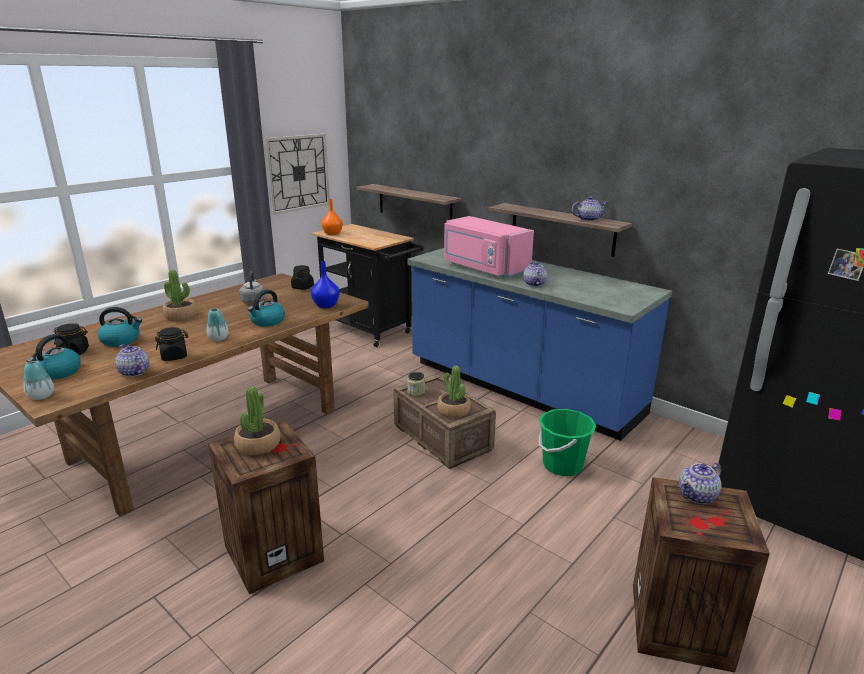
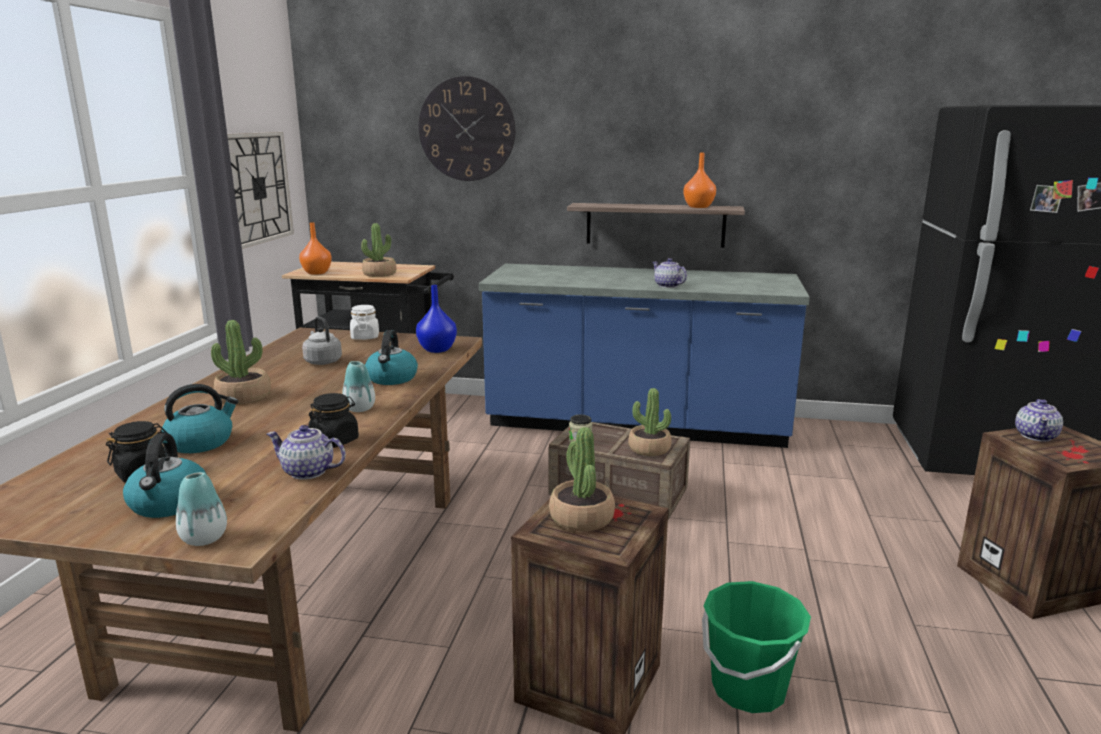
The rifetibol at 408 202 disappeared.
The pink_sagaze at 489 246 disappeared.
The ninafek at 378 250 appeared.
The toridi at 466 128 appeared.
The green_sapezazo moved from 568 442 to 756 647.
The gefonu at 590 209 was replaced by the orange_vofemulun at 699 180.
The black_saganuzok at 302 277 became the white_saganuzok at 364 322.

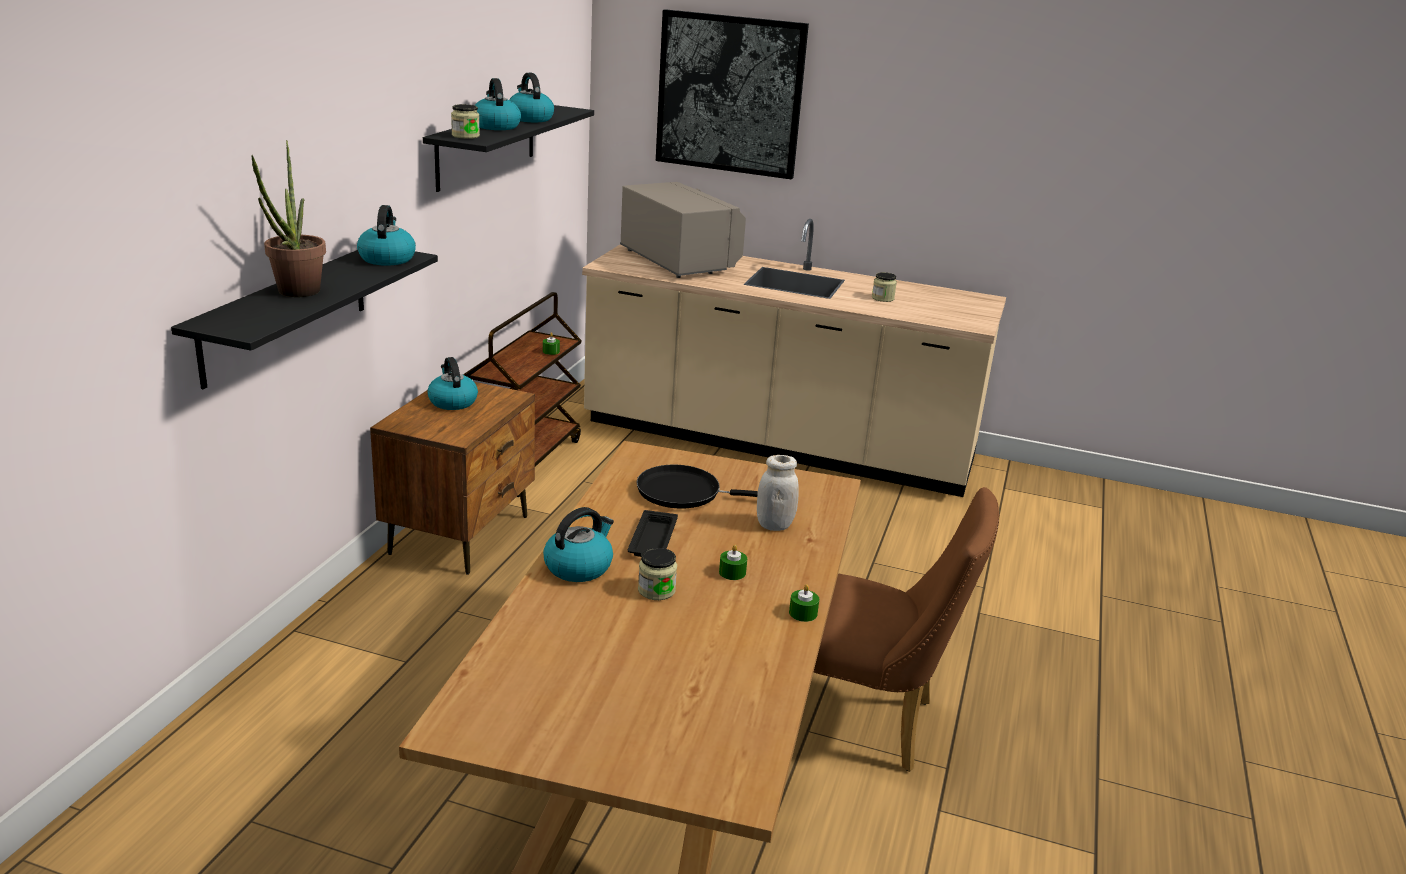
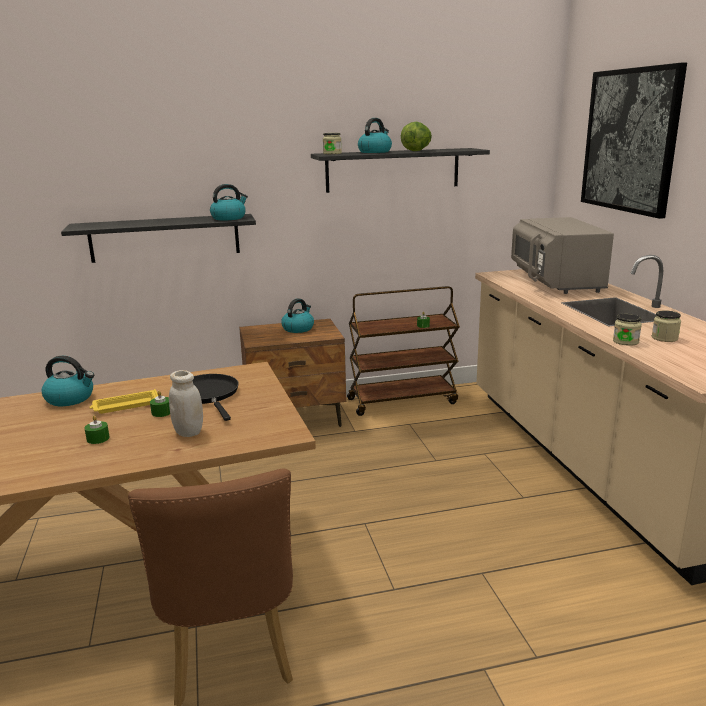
The ninafek at 288 218 disappeared.
The saganuzok moved from 657 574 to 627 330.
The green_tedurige moved from 804 603 to 160 404.
The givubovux at 531 97 was replaced by the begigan at 416 136.
The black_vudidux at 653 533 became the yellow_vudidux at 123 401.
The grey_sagaze at 683 230 turned 150 degrees clockwise.

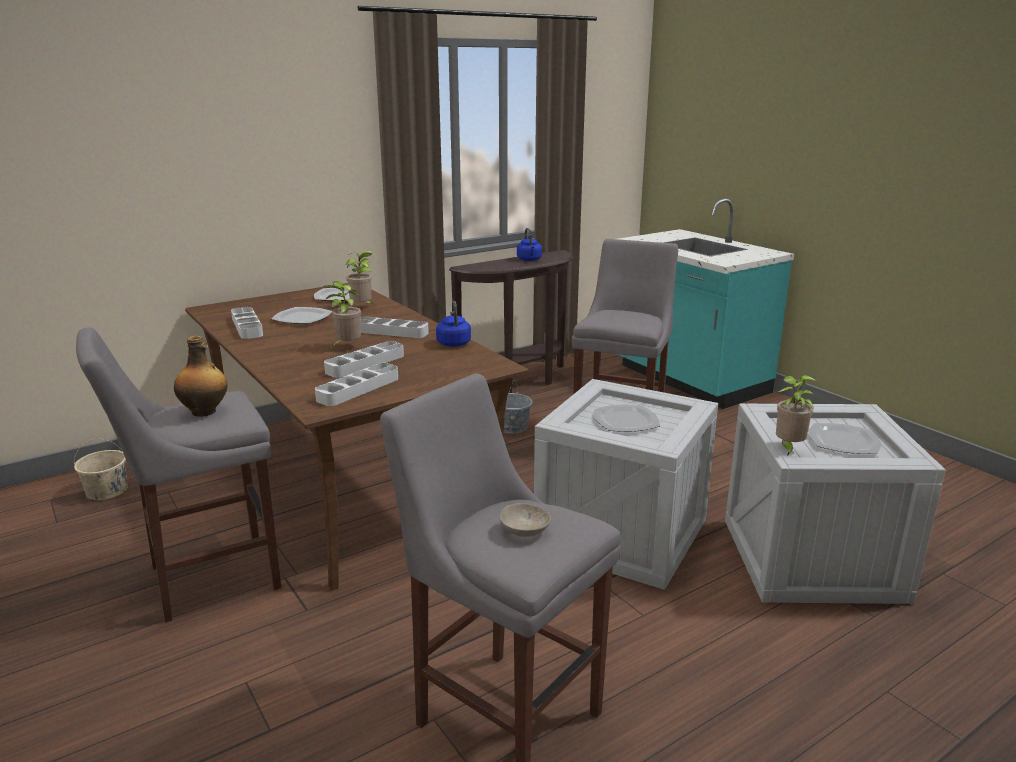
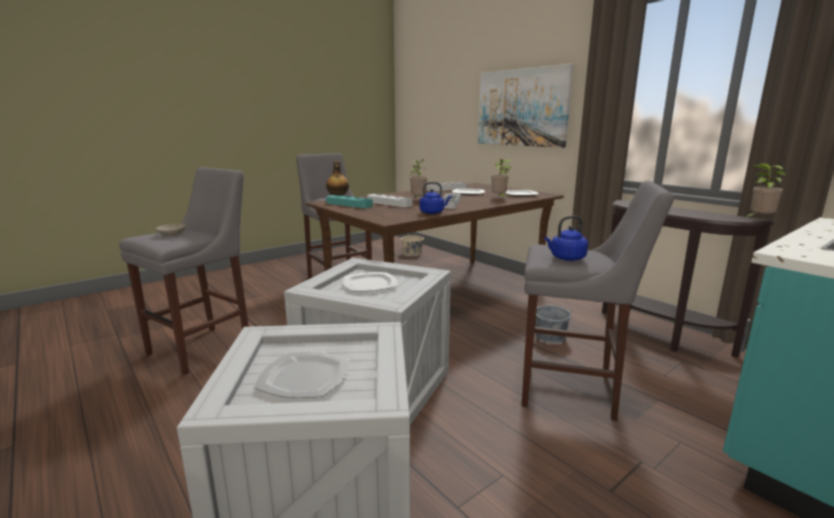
The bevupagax at 525 106 appeared.
The blue_givubovux moved from 529 244 to 566 238.
The ninafek moved from 796 415 to 764 191.
The grey_vudidux at 356 384 became the turquoise_vudidux at 349 201.

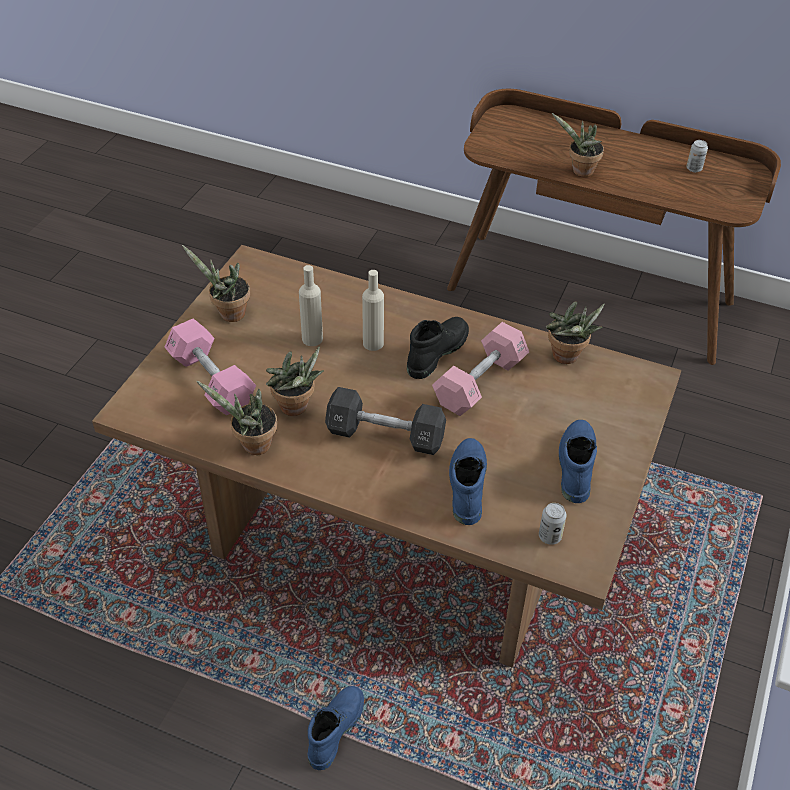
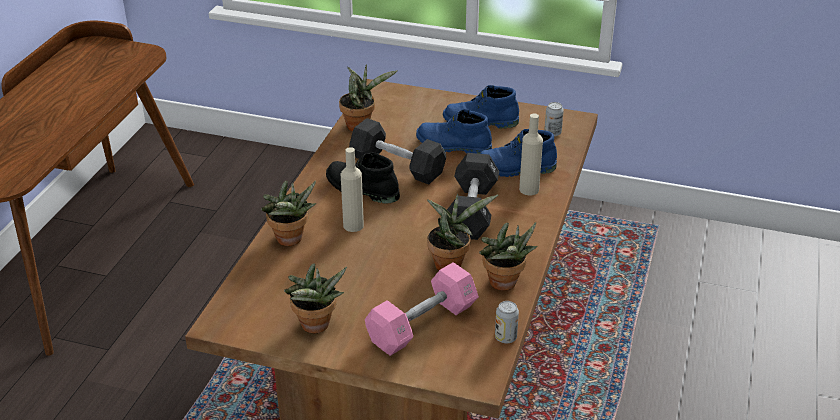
The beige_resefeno moved from 311 305 to 531 154.
The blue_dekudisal moved from 336 728 to 454 131.
The ninafek moved from 578 145 to 288 213.
The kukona moved from 697 156 to 507 322.
The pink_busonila at 480 369 became the black_busonila at 397 151.

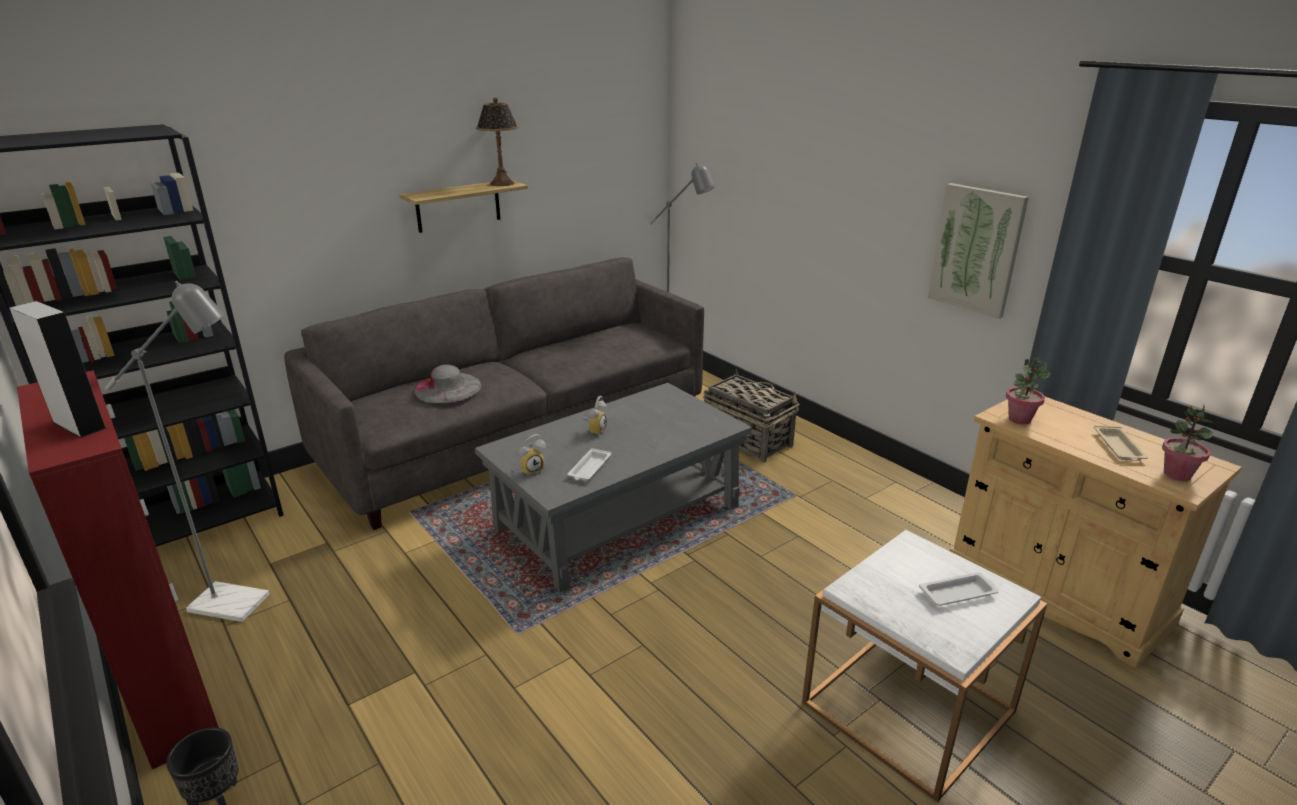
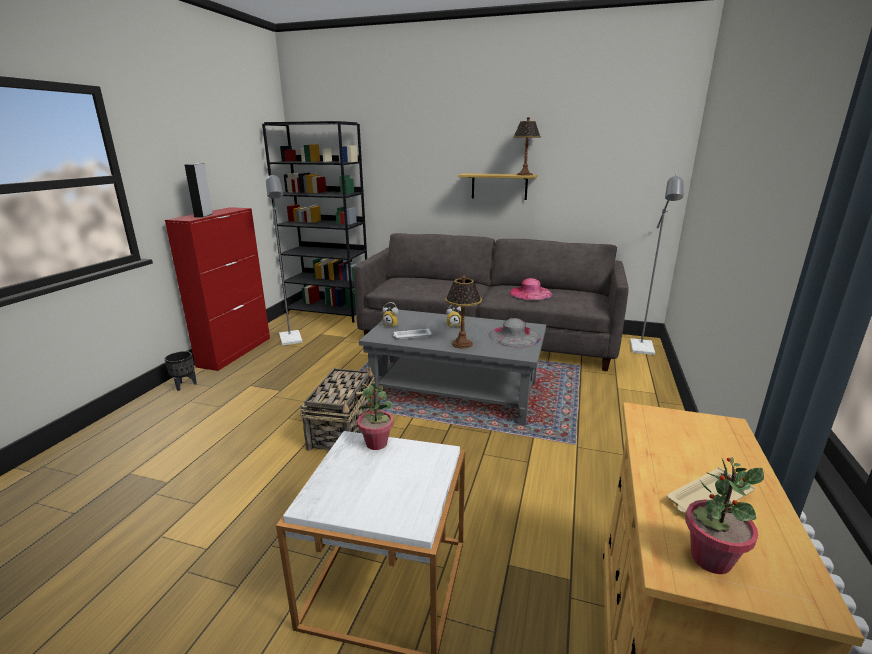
The white_vudidux at 959 589 disappeared.
The bevupagax at 978 251 disappeared.
The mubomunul at 463 311 appeared.
The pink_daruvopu at 531 289 appeared.
The grey_daruvopu moved from 448 383 to 514 332.
The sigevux moved from 751 416 to 337 408.
The ninafek moved from 1028 390 to 375 416.

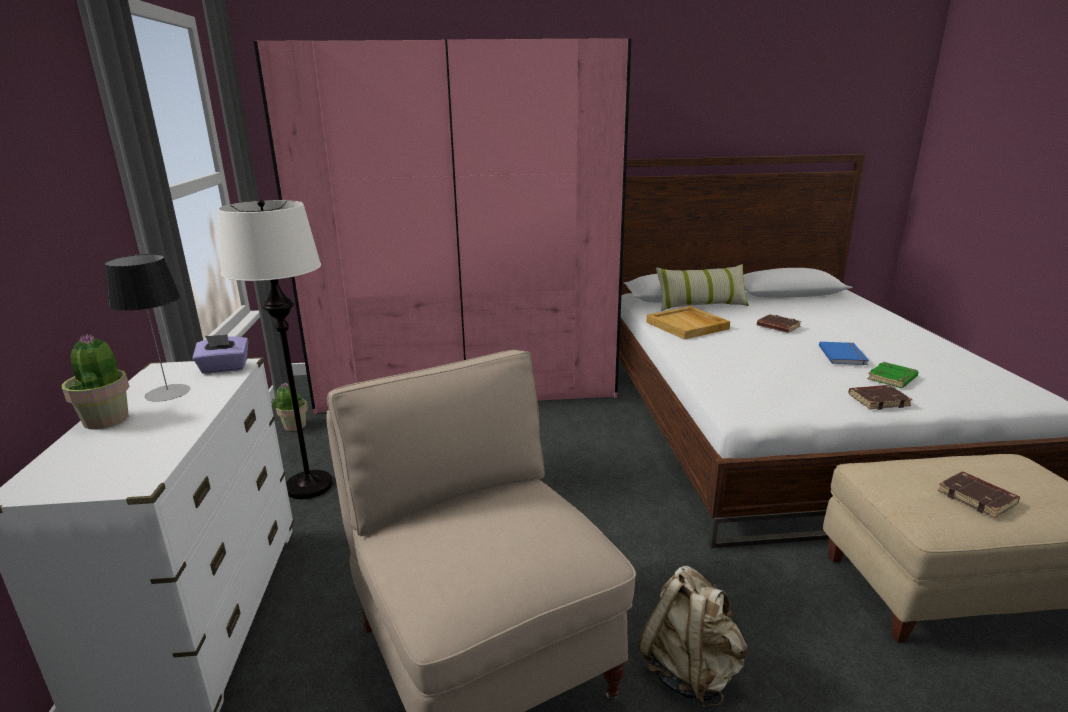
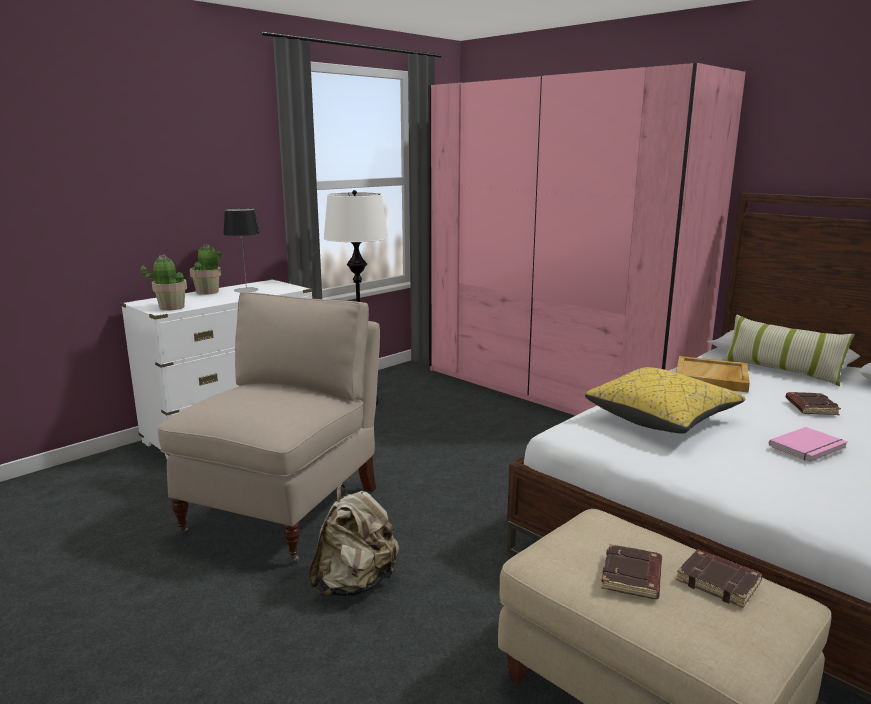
The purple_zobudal at 220 354 disappeared.
The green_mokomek at 893 375 disappeared.
The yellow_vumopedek at 665 400 appeared.
The ninafek moved from 289 407 to 164 282.
The brown_mokomek moved from 880 397 to 719 578.
The blue_mokomek at 844 353 became the pink_mokomek at 807 444.

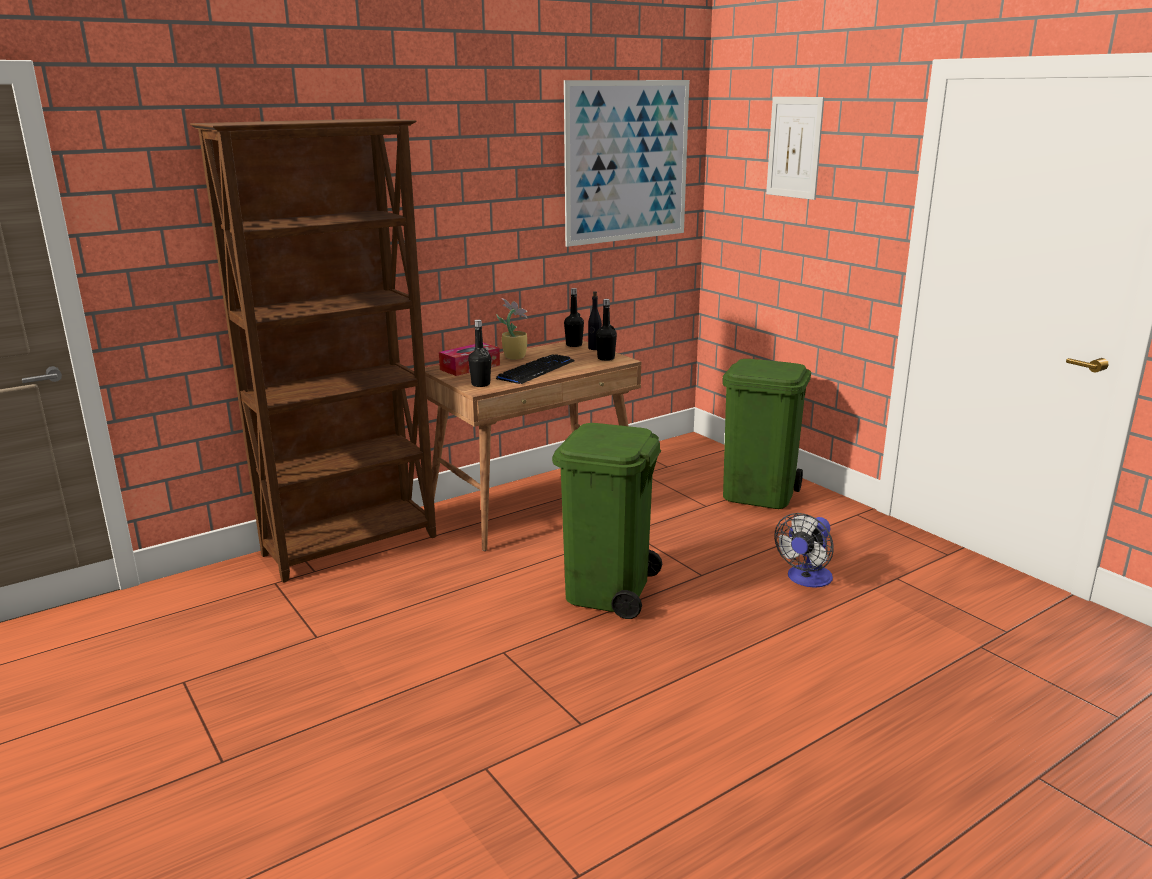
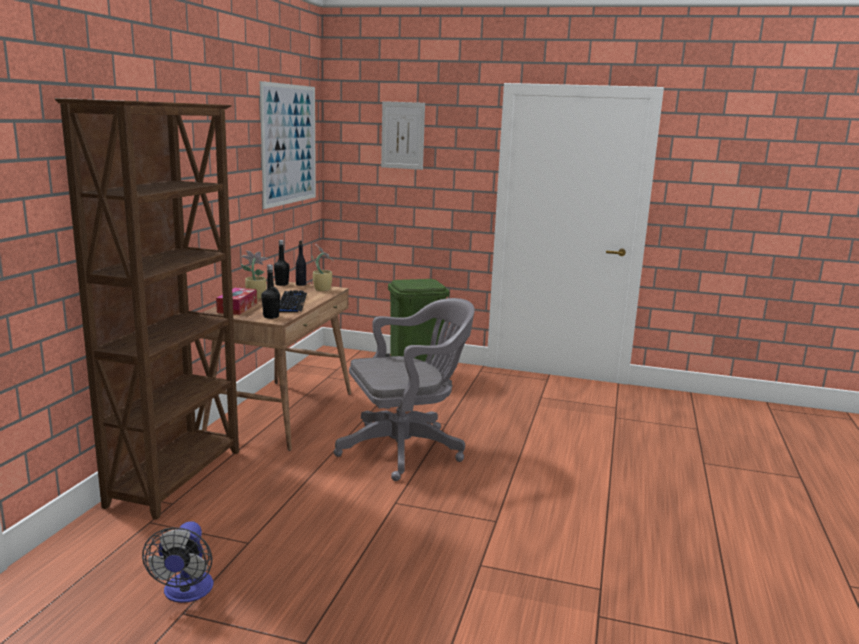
The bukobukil moved from 804 550 to 178 562.
The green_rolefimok at 607 521 was replaced by the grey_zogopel at 404 389.
The black_resefeno at 606 330 was replaced by the ninafek at 322 267.

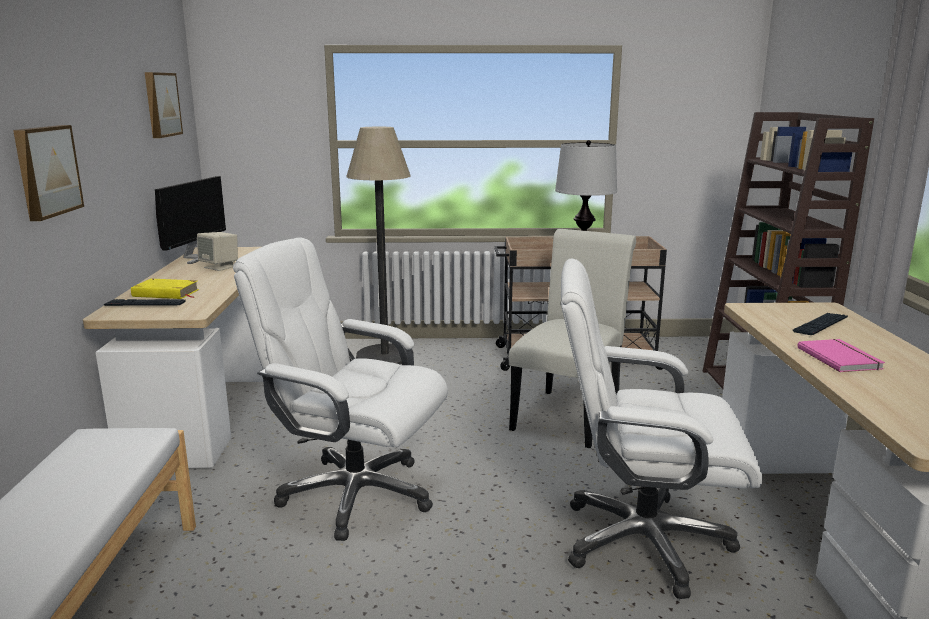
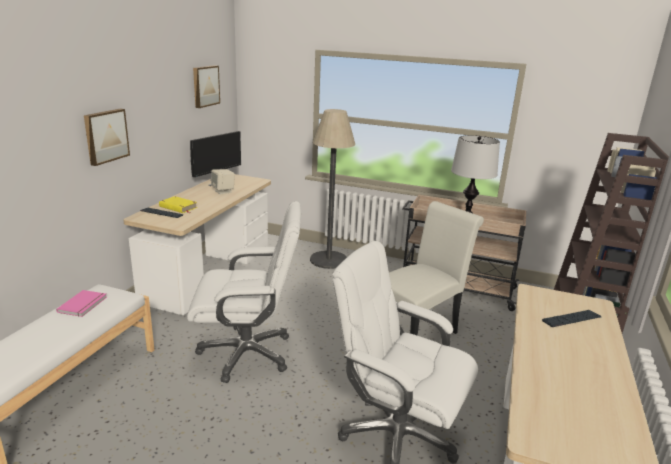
The pink_mokomek moved from 841 355 to 81 303.
The white_zogopel at 340 389 turned 135 degrees clockwise.

